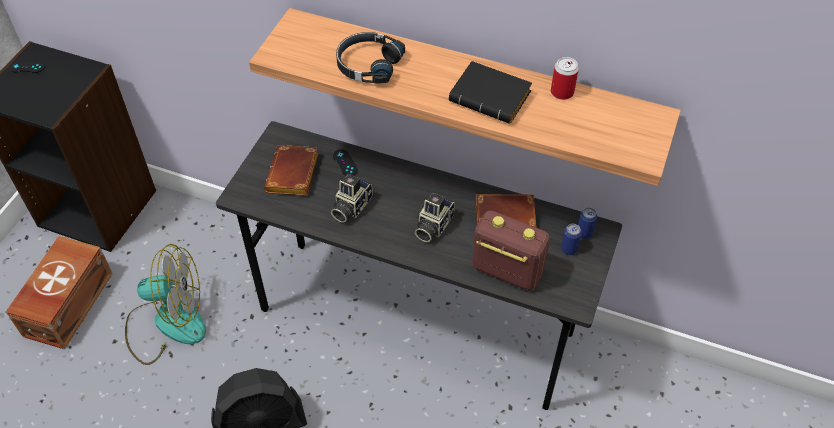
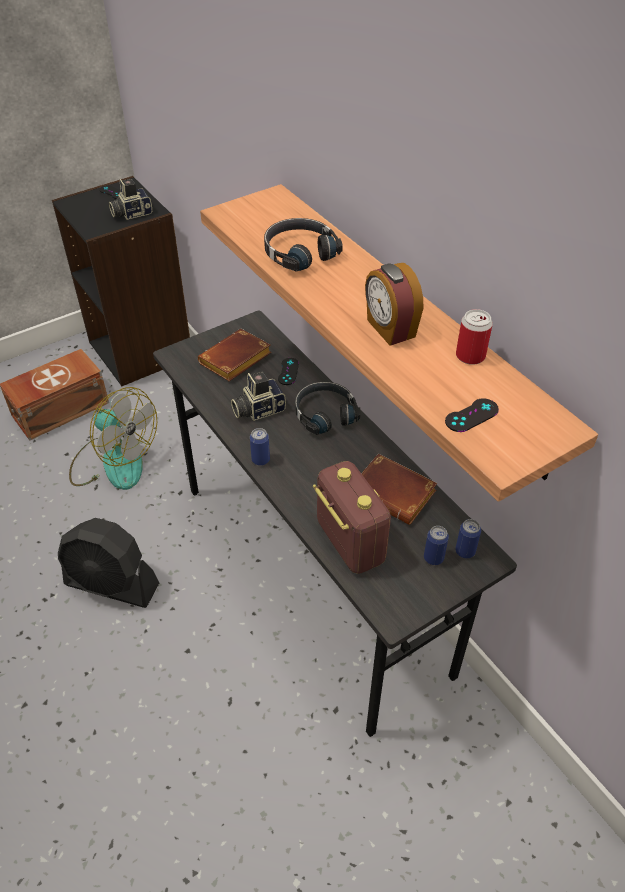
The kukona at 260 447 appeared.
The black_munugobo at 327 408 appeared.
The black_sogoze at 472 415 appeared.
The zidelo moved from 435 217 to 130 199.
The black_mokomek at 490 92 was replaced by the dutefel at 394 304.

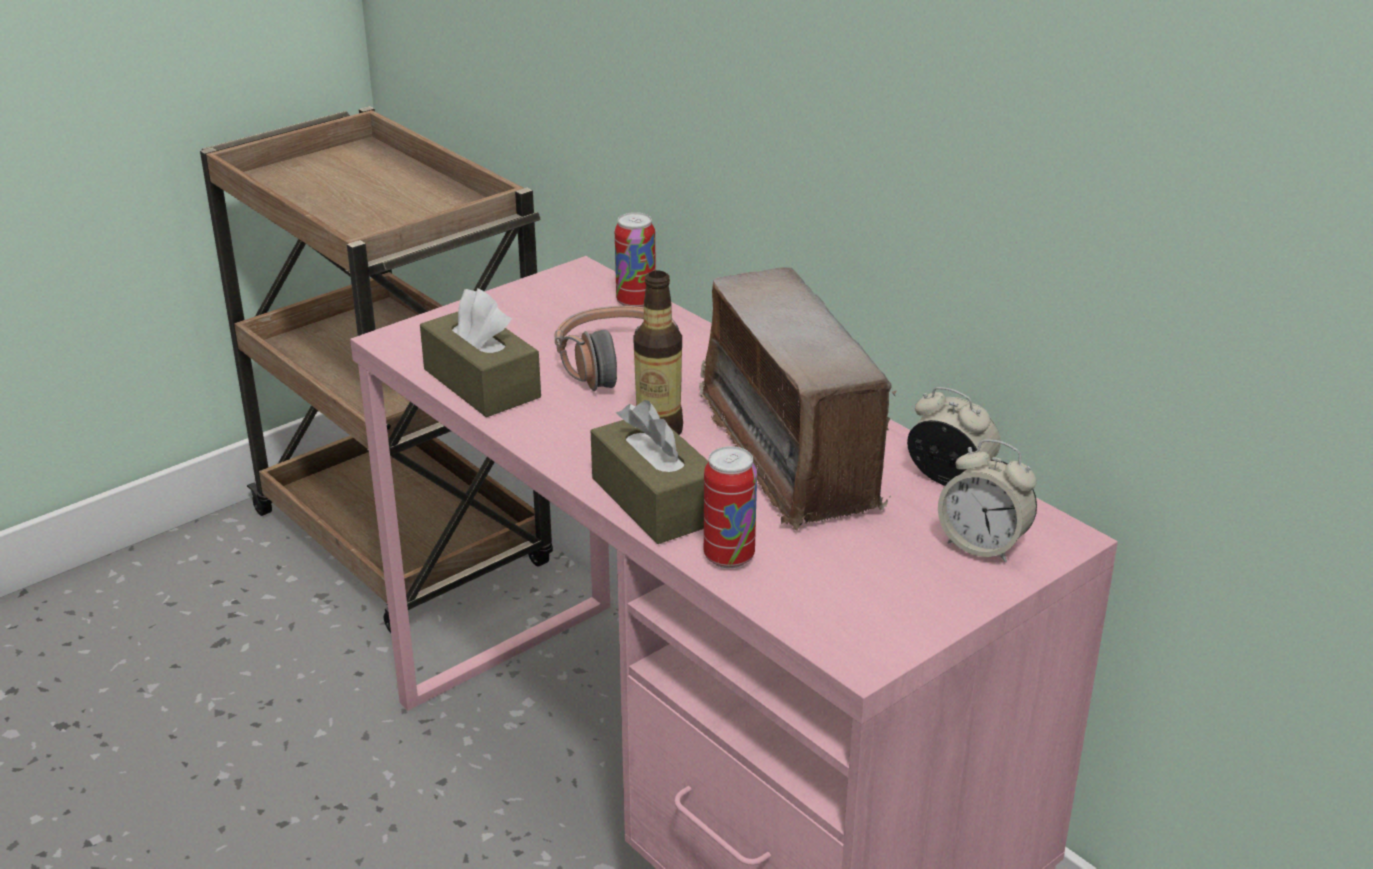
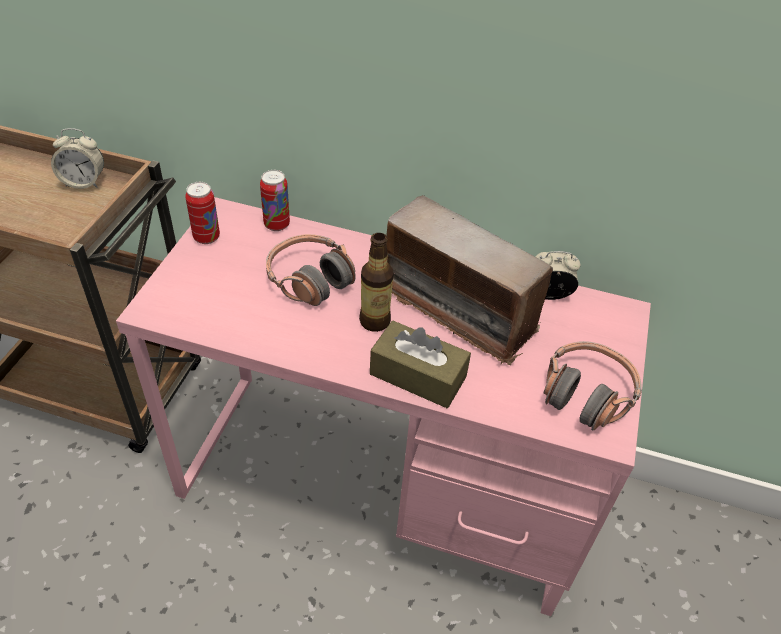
The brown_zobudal at 480 352 disappeared.
The munugobo at 593 386 appeared.
The kukona moved from 730 507 to 202 213.
The dutefel moved from 987 501 to 77 158.

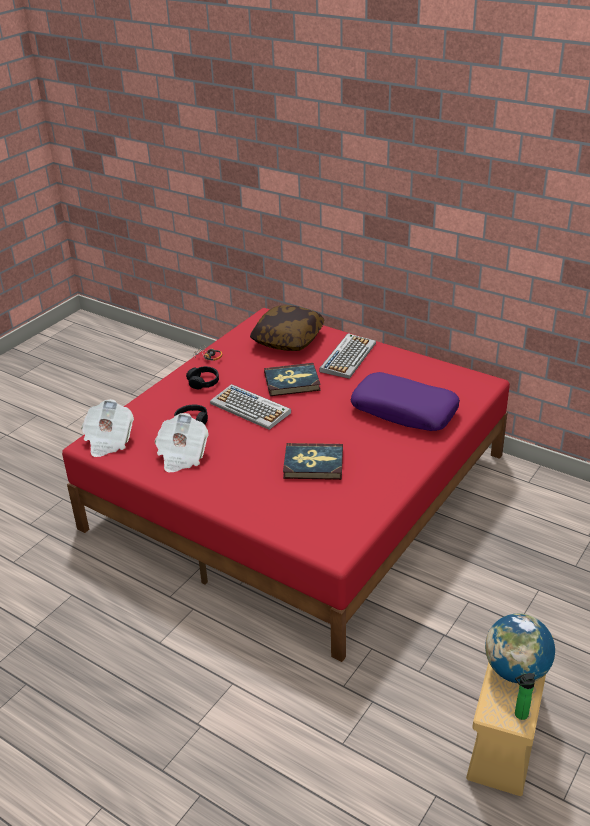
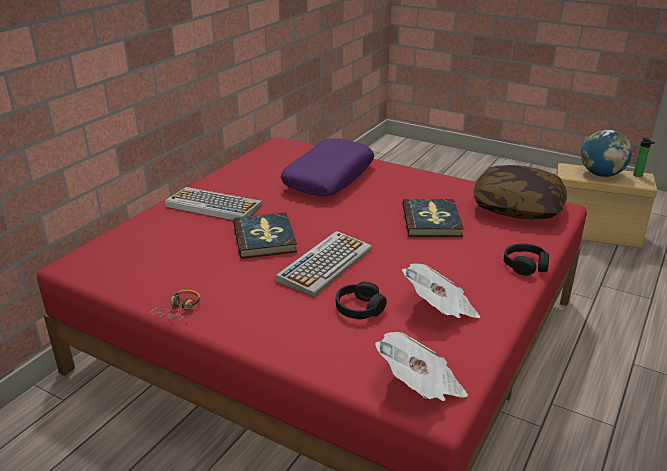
The black_munugobo moved from 202 377 to 526 260.
The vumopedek moved from 287 328 to 520 192.

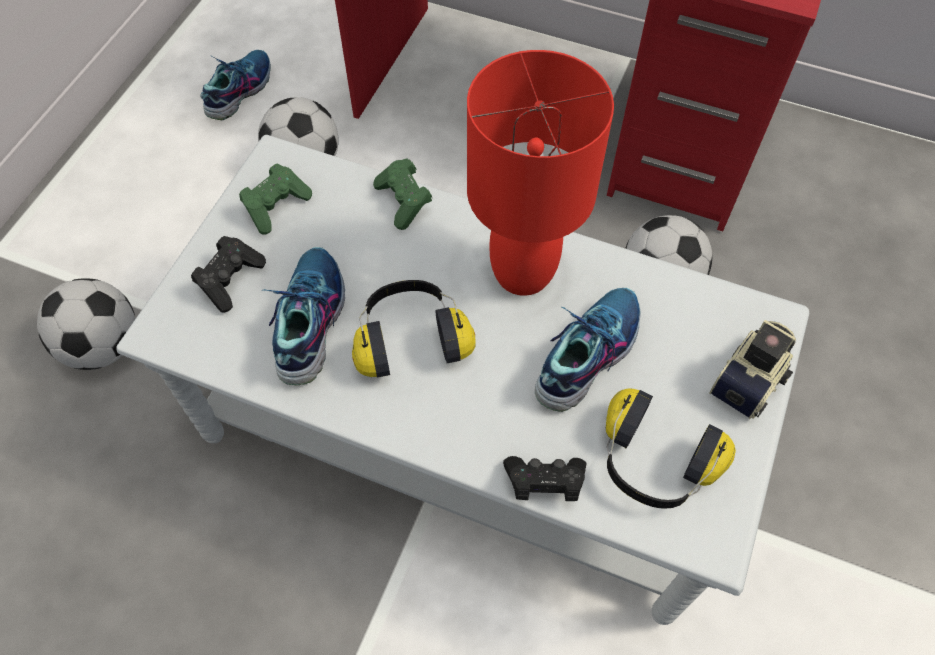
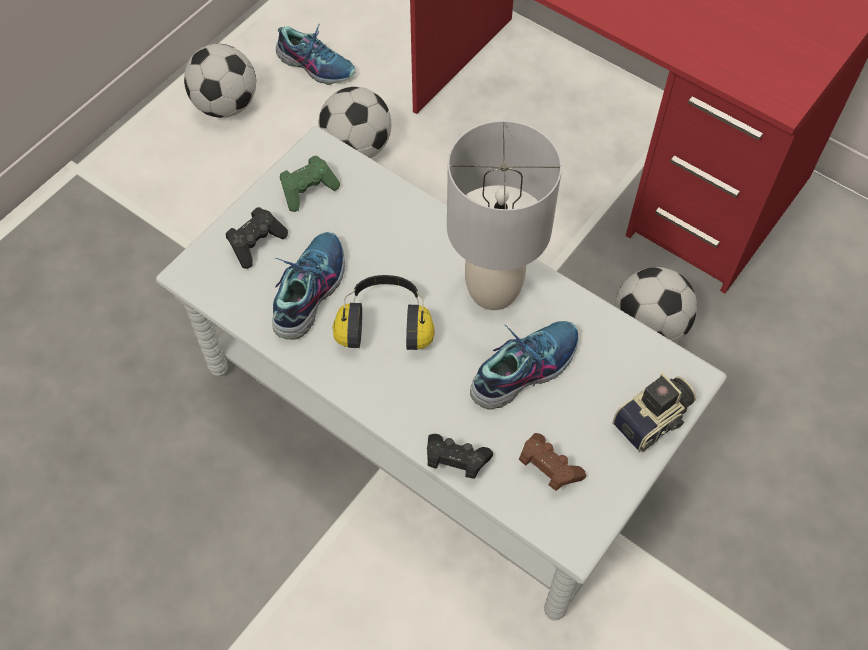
The green_sogoze at 402 194 disappeared.
The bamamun moved from 86 324 to 220 81.
The munugobo at 671 449 was replaced by the brown_sogoze at 552 462.
The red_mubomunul at 540 173 became the grey_mubomunul at 504 215.
The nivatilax at 235 85 turned 75 degrees clockwise.

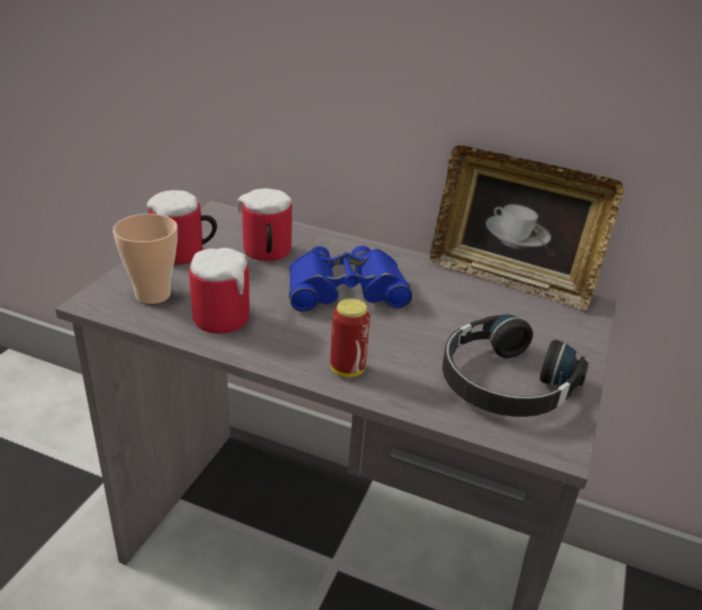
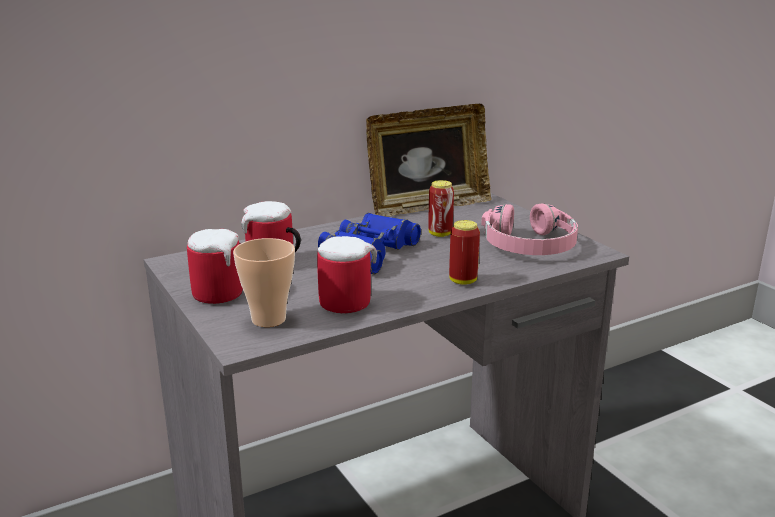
The kukona at 441 208 appeared.
The black_munugobo at 515 365 became the pink_munugobo at 529 229.

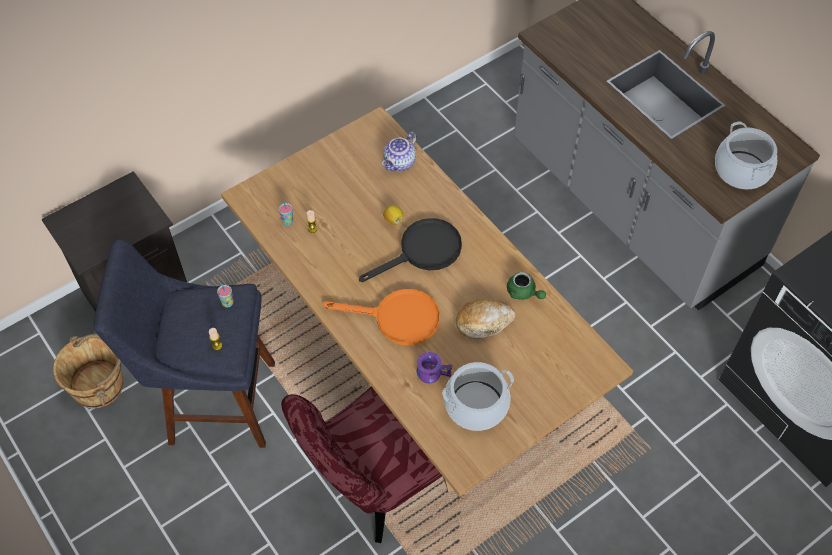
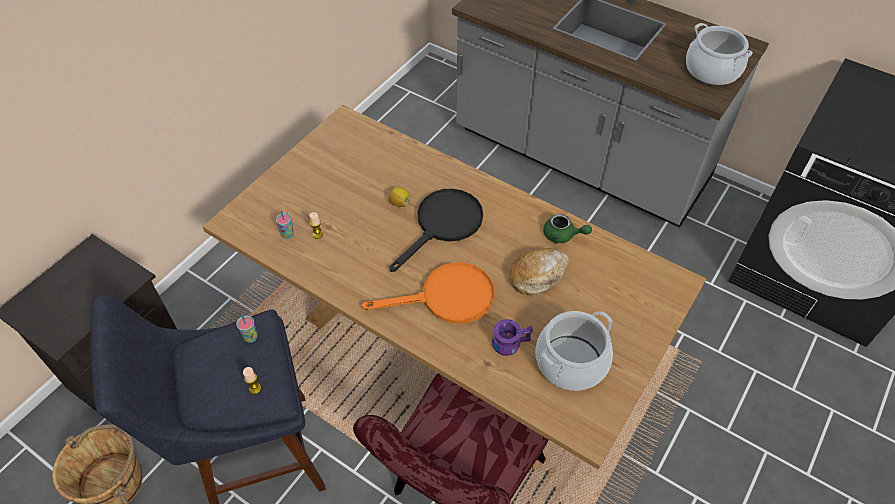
The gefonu at 399 151 disappeared.

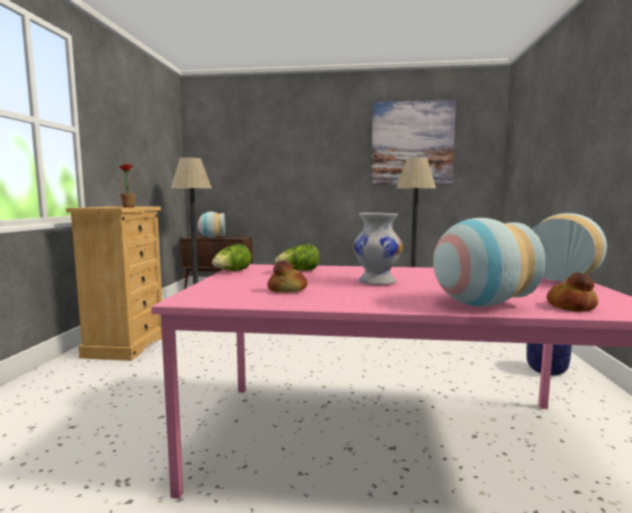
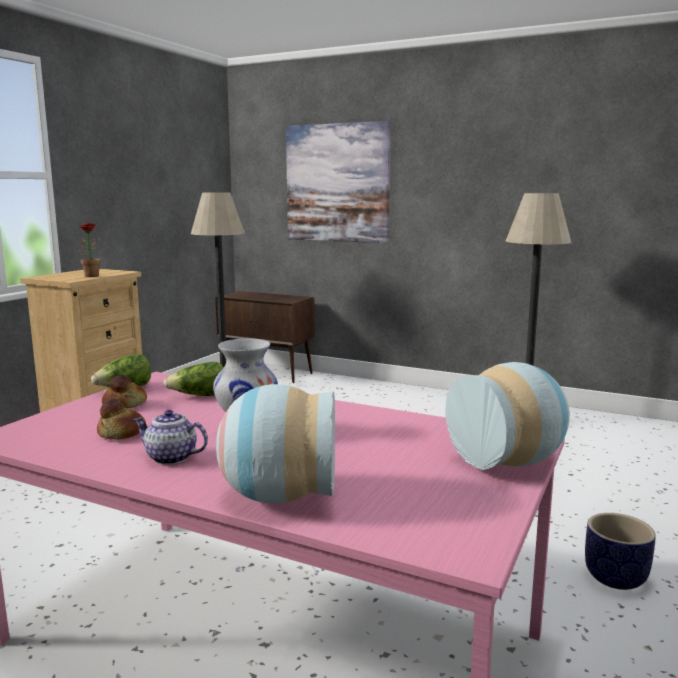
The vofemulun at 211 225 disappeared.
The gefonu at 170 437 appeared.
The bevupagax moved from 413 142 to 338 182.
The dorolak moved from 572 292 to 124 391.

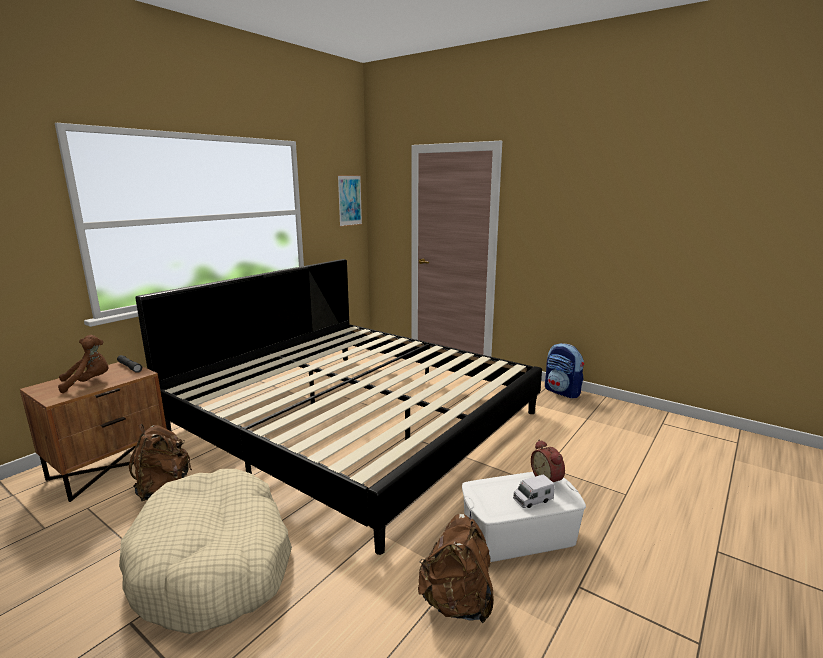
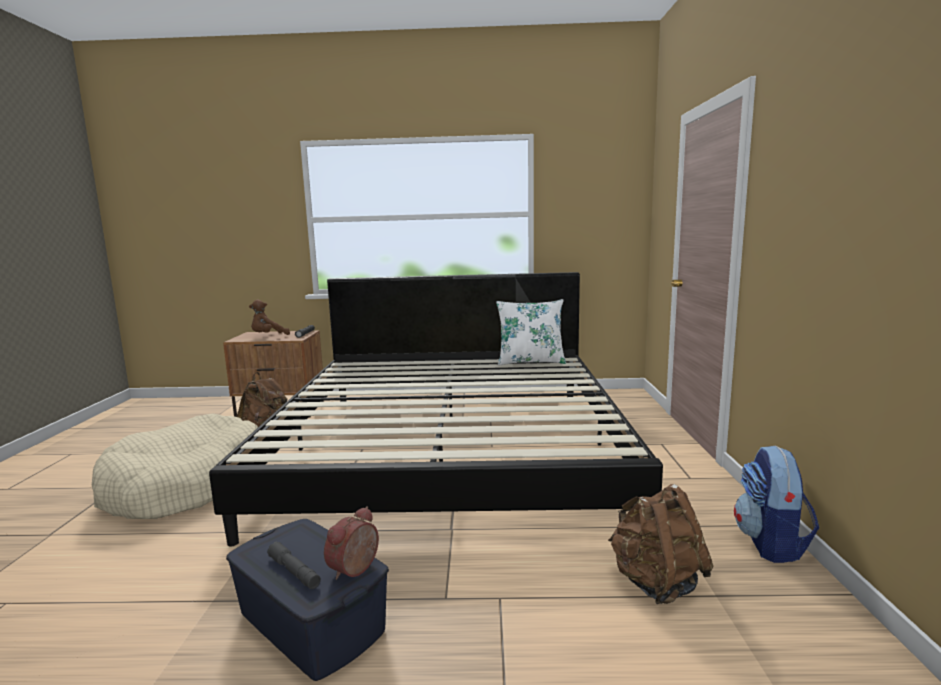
The bevupagax at 349 201 disappeared.
The white_vumopedek at 531 332 appeared.
The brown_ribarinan moved from 456 568 to 660 544.
The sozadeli at 534 491 was replaced by the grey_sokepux at 294 565.
The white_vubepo at 524 517 became the blue_vubepo at 307 600.
The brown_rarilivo at 83 364 turned 120 degrees clockwise.

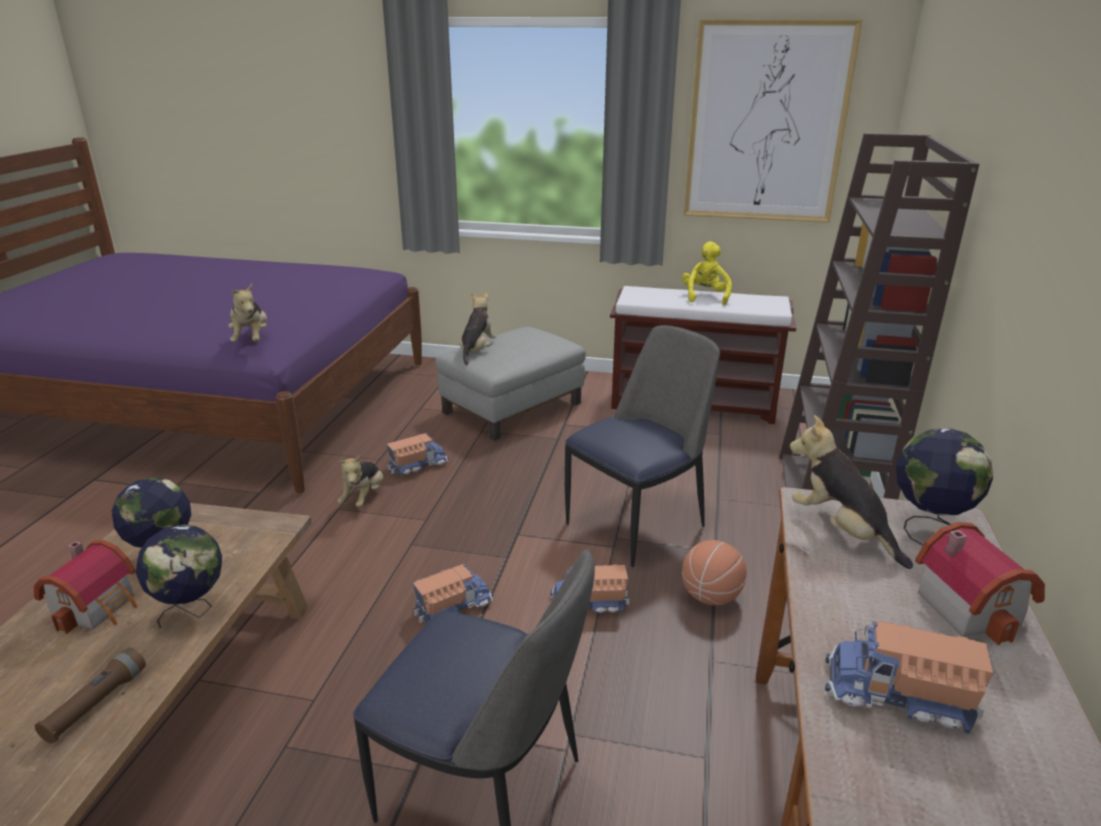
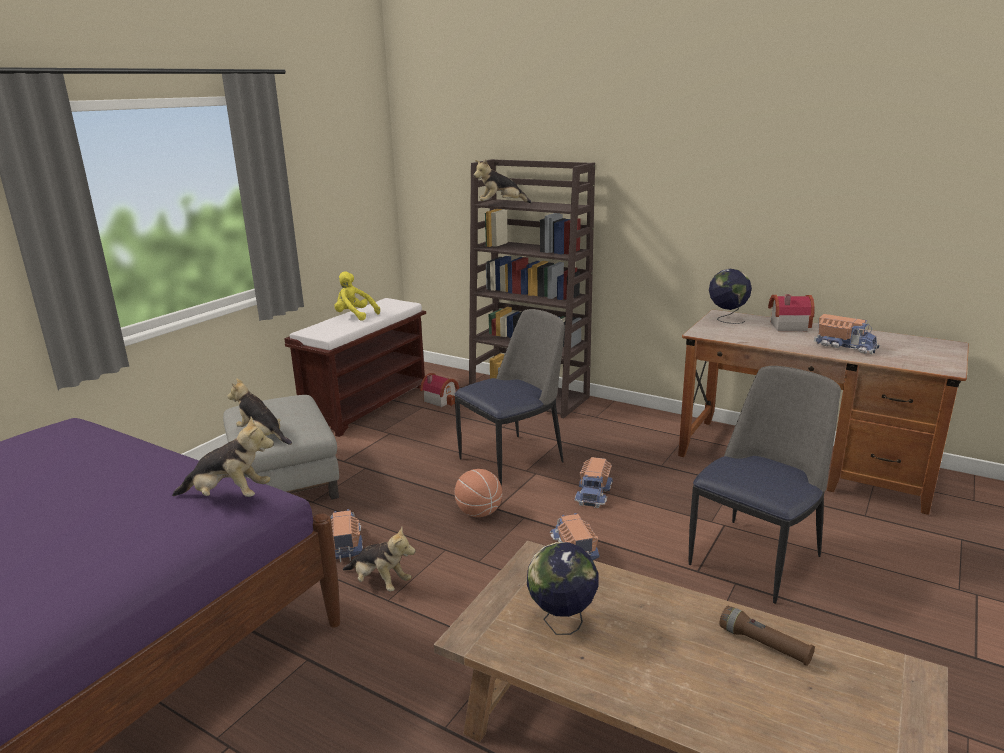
The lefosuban at 179 576 disappeared.
The bevupagax at 773 121 disappeared.
The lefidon moved from 86 587 to 439 390.
The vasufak moved from 714 572 to 478 493.
The rarilivo moved from 851 492 to 503 181.
The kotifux at 642 446 turned 75 degrees clockwise.
The sozadeli at 909 677 turned 90 degrees counterclockwise.

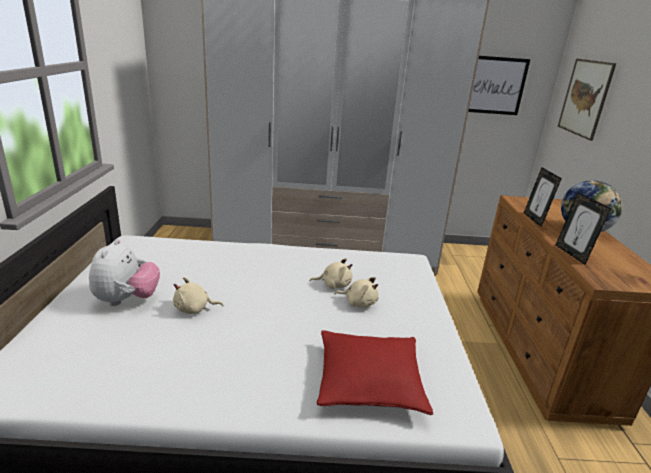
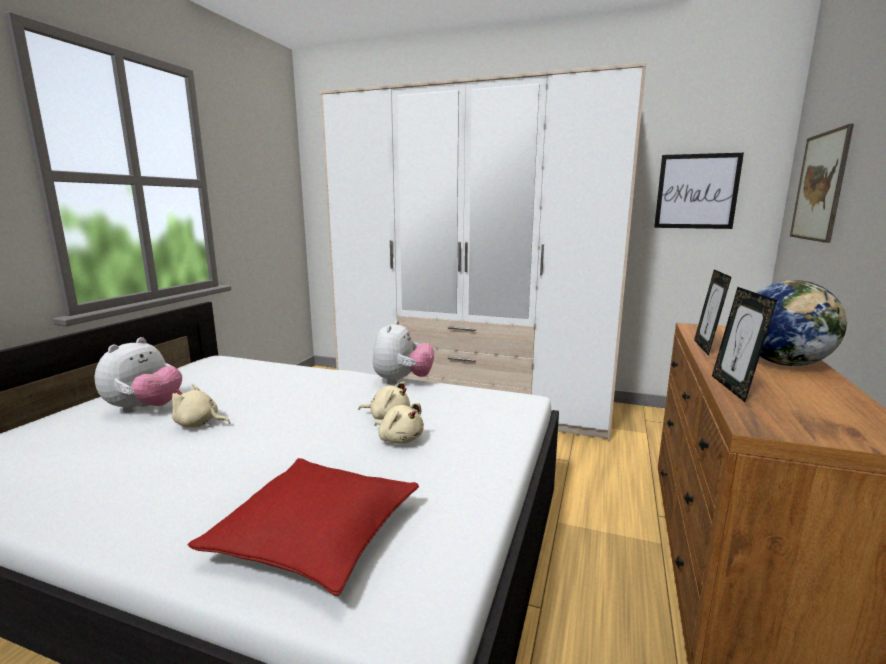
The rarilivo at 403 352 appeared.

